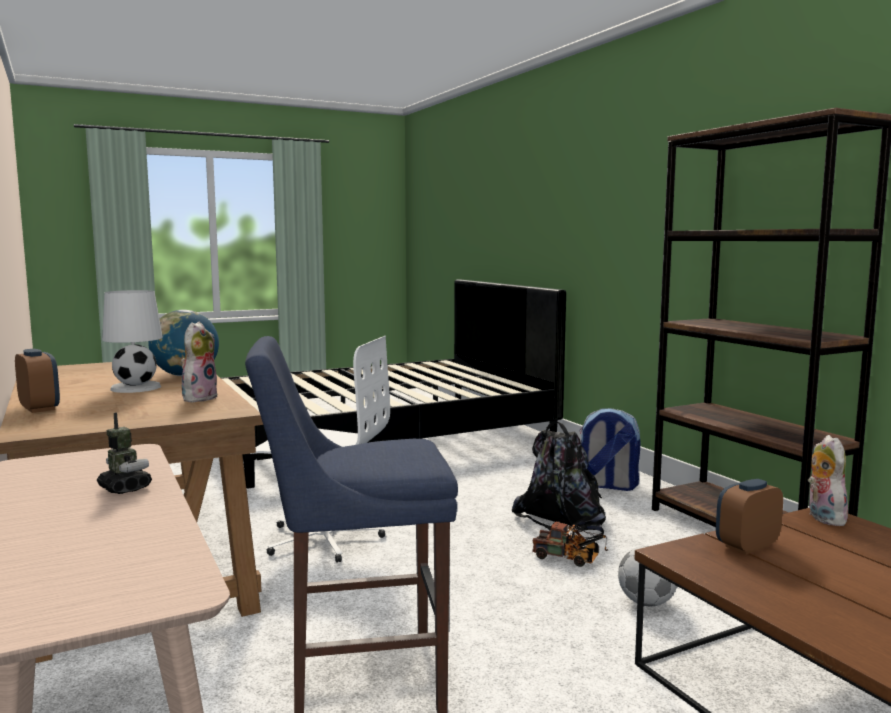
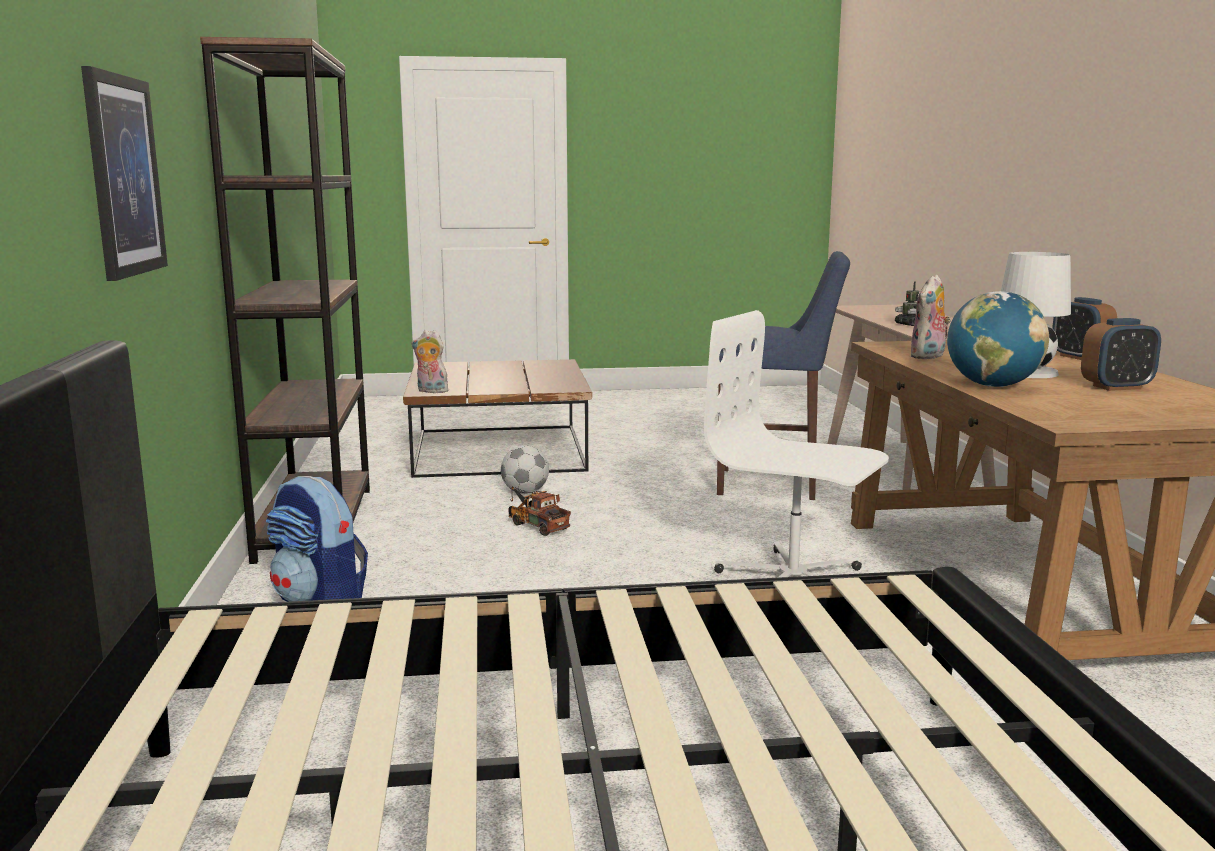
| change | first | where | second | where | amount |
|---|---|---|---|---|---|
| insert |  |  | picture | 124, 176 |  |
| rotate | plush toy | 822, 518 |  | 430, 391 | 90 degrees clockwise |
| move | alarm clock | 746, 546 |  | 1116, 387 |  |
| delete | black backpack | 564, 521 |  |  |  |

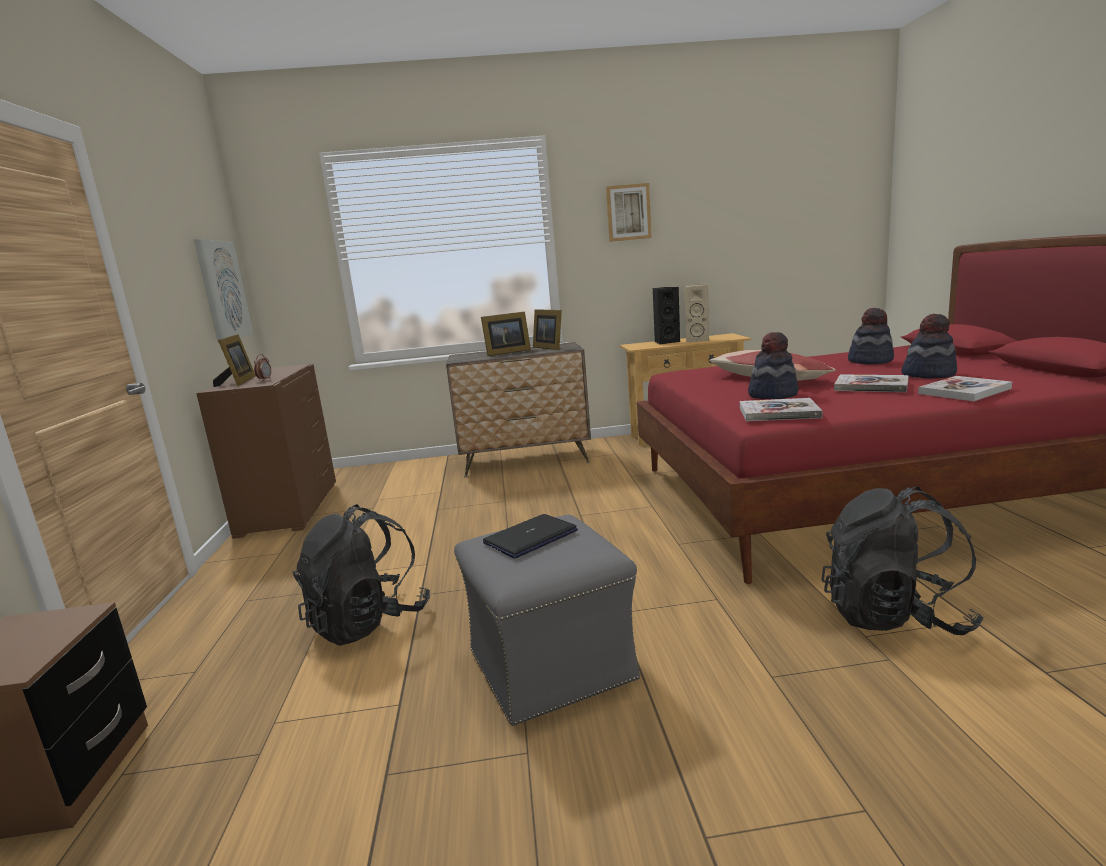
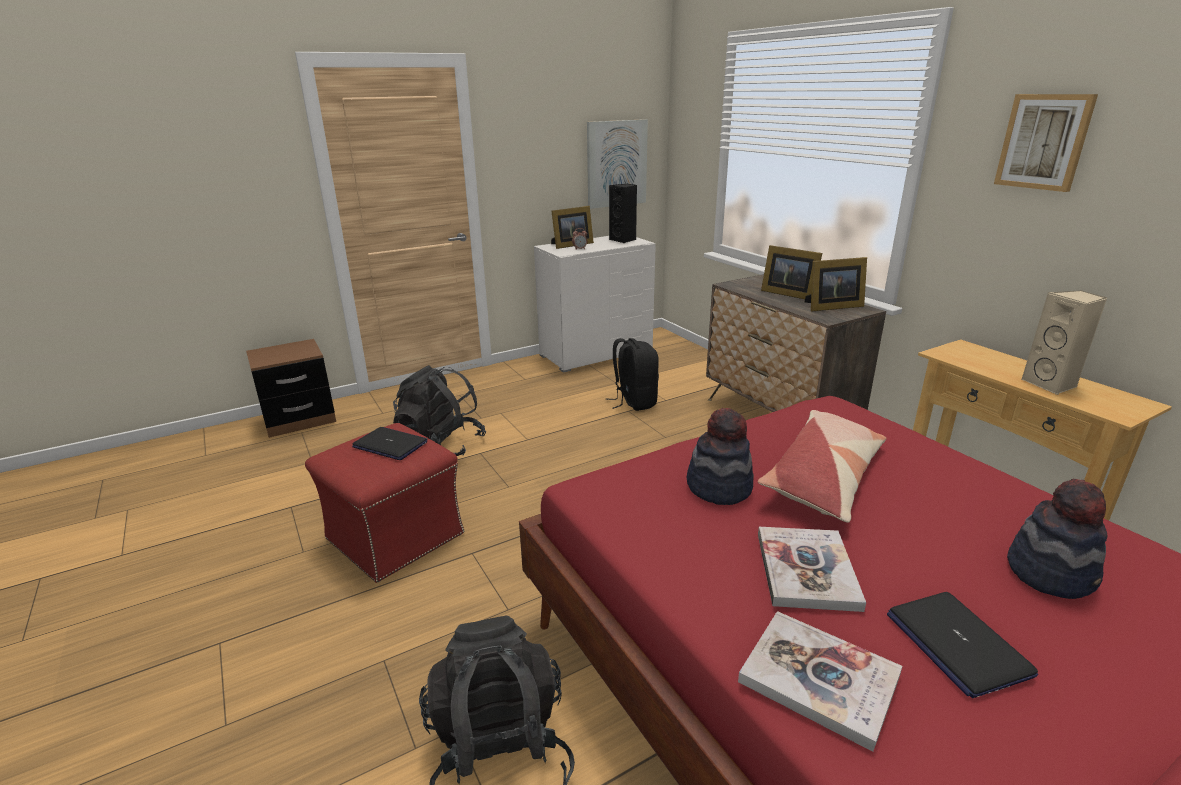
| change | first | where | second | where | amount |
|---|---|---|---|---|---|
| recolor | grey ottoman | 551, 665 | red ottoman | 394, 537 |  |
| recolor | brown dresser | 288, 509 | white dresser | 595, 353 |  |
| insert |  |  | black backpack | 634, 402 |  |
| move | black speaker | 666, 342 |  | 623, 240 |  |
| rotate | picture frame | 549, 347 |  | 831, 307 | 135 degrees counterclockwise |
| replace | hat | 928, 374 | laptop | 956, 643 |  |
| delete | book | 778, 412 |  |  |  |

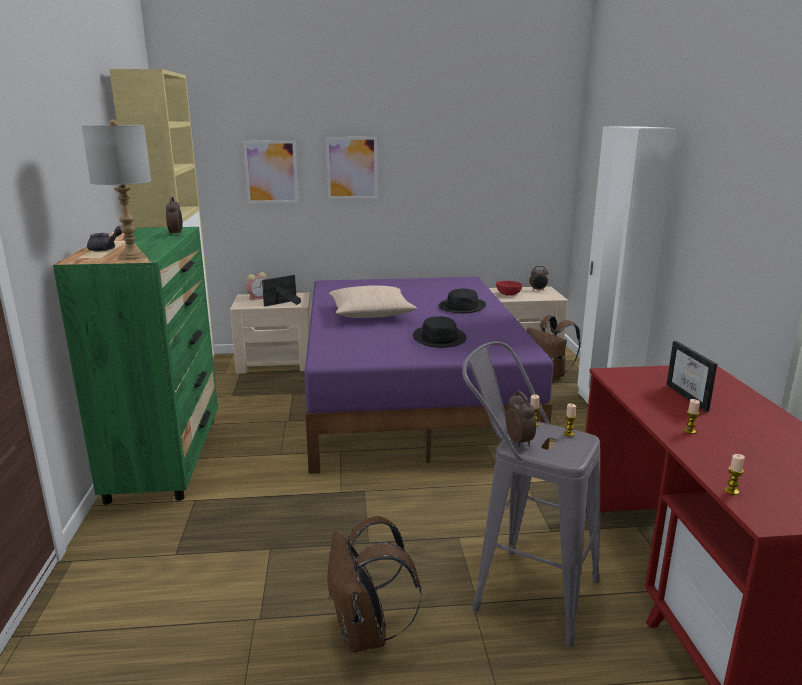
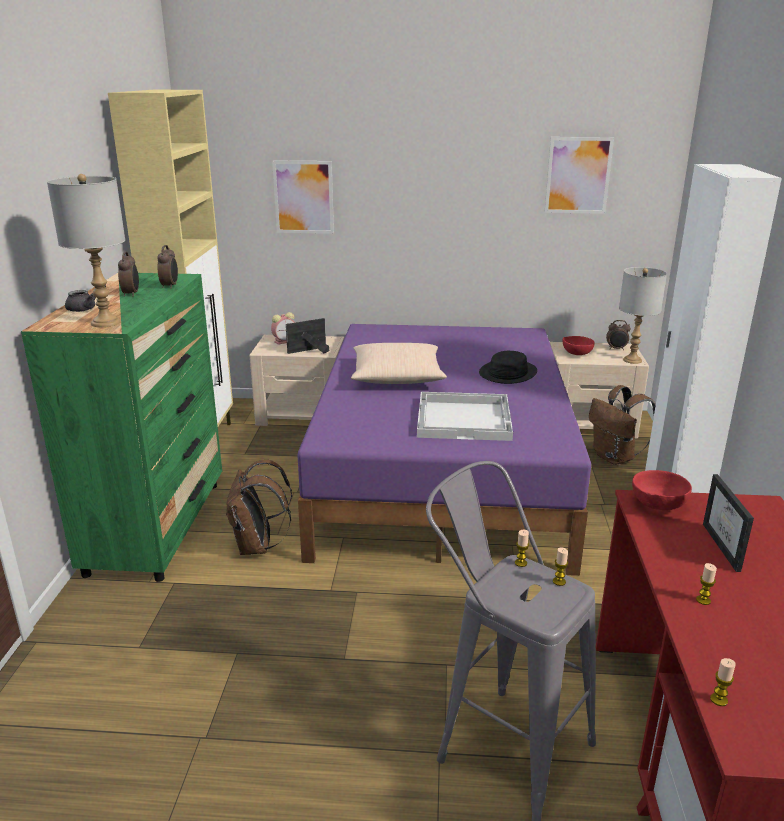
| change | first | where | second | where | amount |
|---|---|---|---|---|---|
| move | alarm clock | 519, 442 |  | 131, 294 |  |
| move | brown backpack | 366, 634 |  | 257, 546 |  |
| replace | black hat | 439, 338 | white tray | 464, 418 |  |
| move | picture | 352, 168 |  | 578, 175 |  |
| insert |  |  | grey table lamp | 632, 360 |  |
| insert |  |  | red bowl | 657, 506 |  |

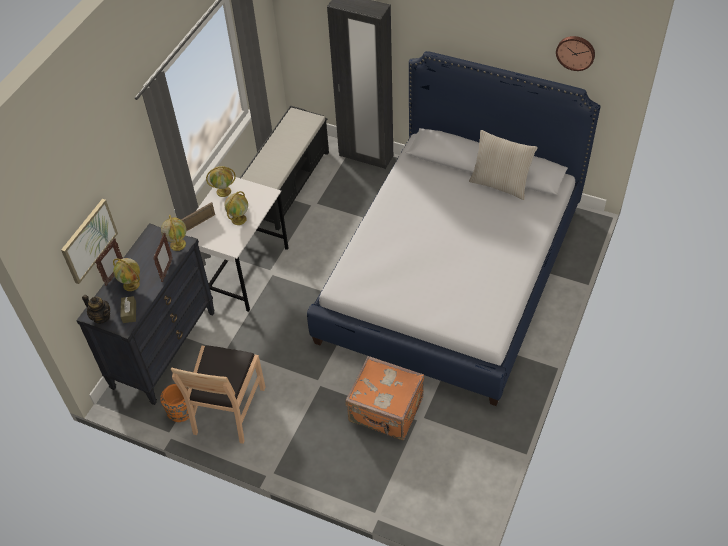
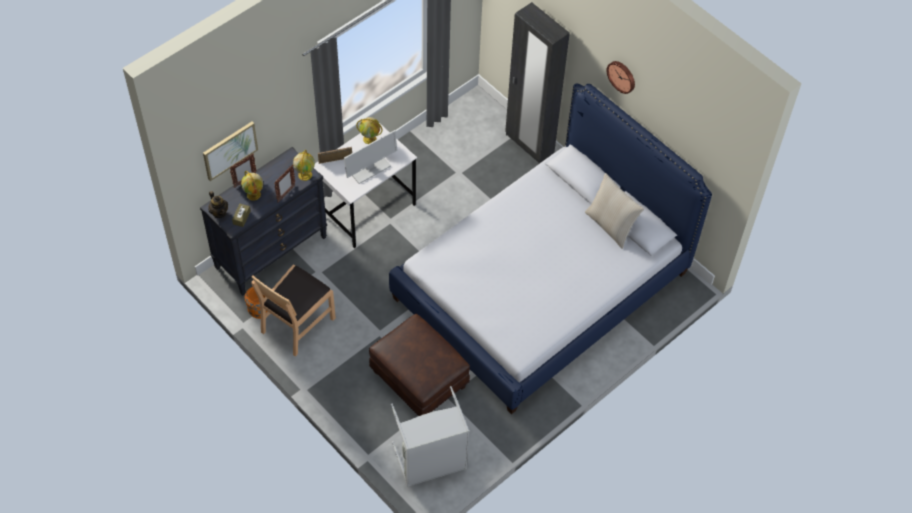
| change | first | where | second | where | amount |
|---|---|---|---|---|---|
| replace | globe | 239, 219 | monitor | 369, 169 |  |
| replace | orange suitcase | 386, 411 | brown ottoman | 420, 379 |  |
| insert |  |  | grey laundry basket | 431, 463 |  |
| move | wall clock | 576, 52 |  | 622, 76 |  |
| delete | black bench | 287, 184 |  |  |  |

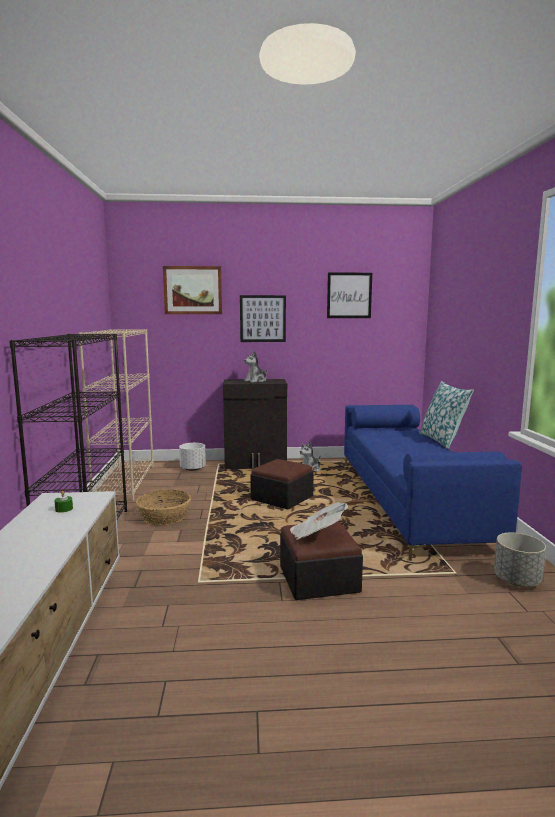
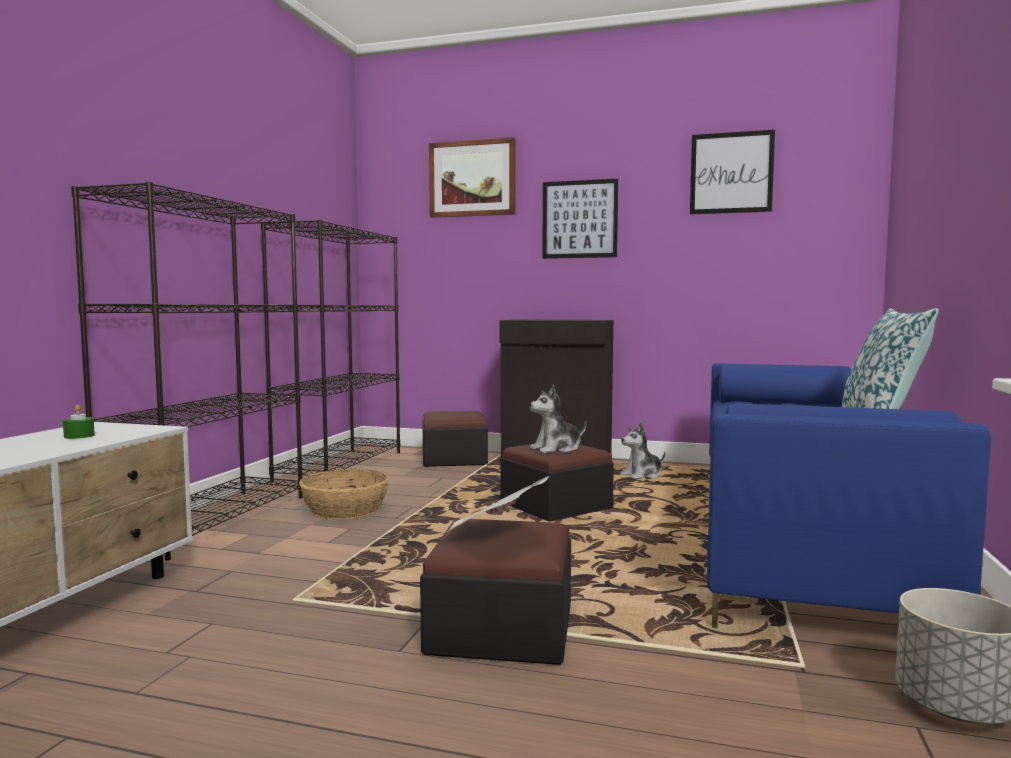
| change | first | where | second | where | amount |
|---|---|---|---|---|---|
| recolor | beige bookcase | 125, 482 | black bookcase | 340, 465 |  |
| replace | white planter | 193, 469 | ottoman | 454, 459 |  |
| move | plush toy | 256, 381 |  | 556, 449 |  |

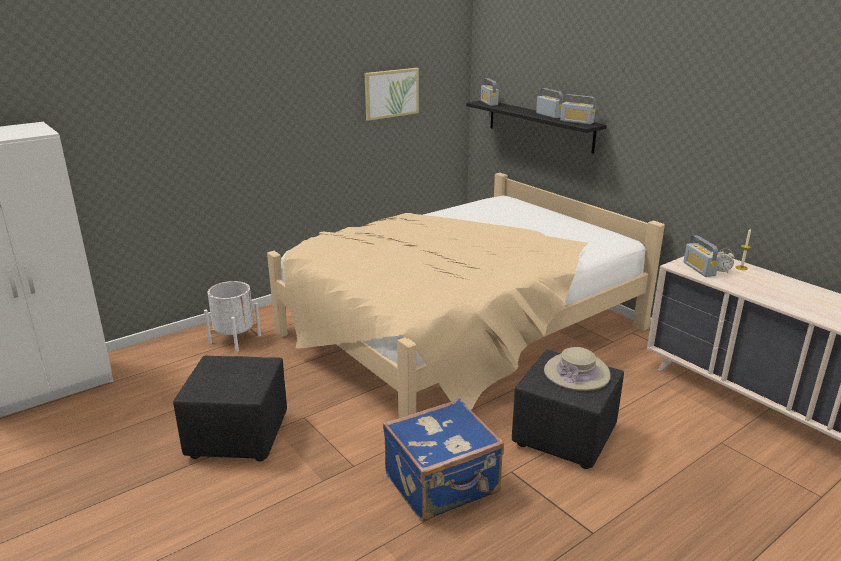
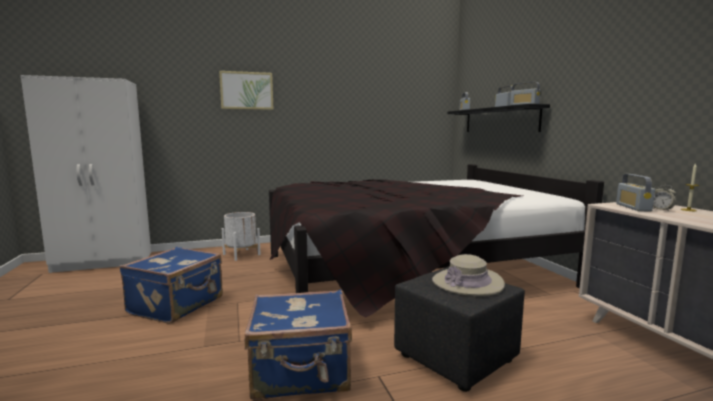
| change | first | where | second | where | amount |
|---|---|---|---|---|---|
| replace | black ottoman | 237, 436 | blue suitcase | 178, 305 |  |
| move | picture | 391, 93 |  | 246, 90 |  |
| recolor | beige bed | 461, 332 | black bed | 410, 271 |  |

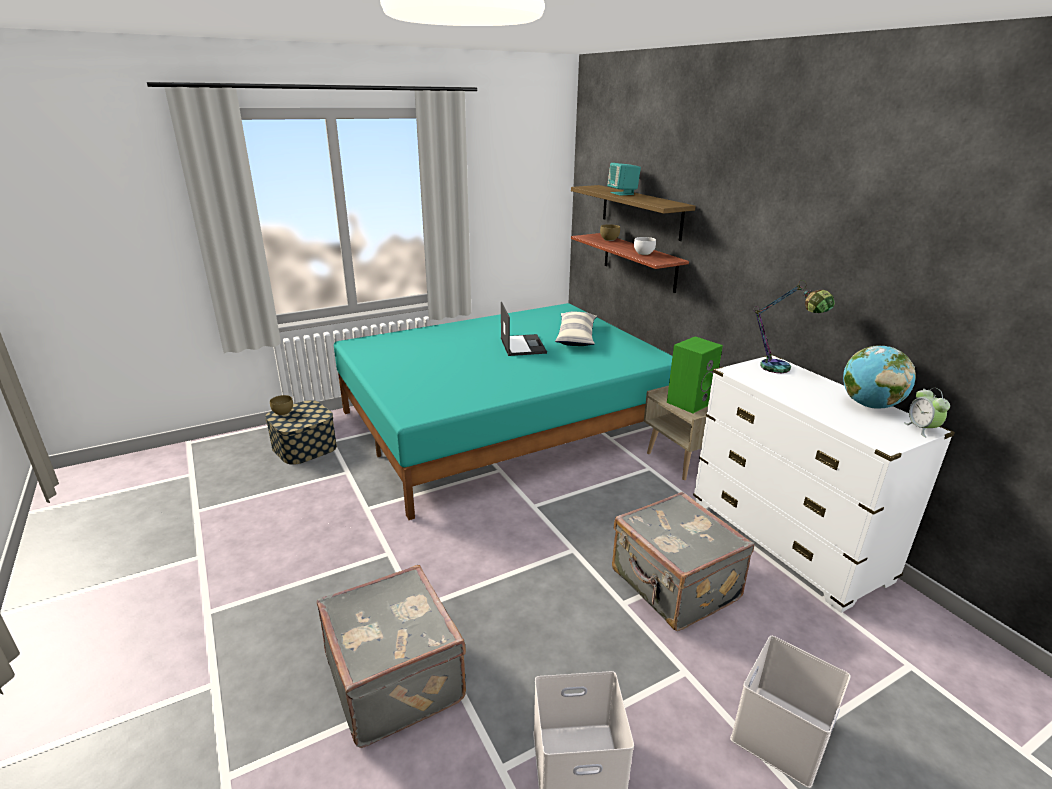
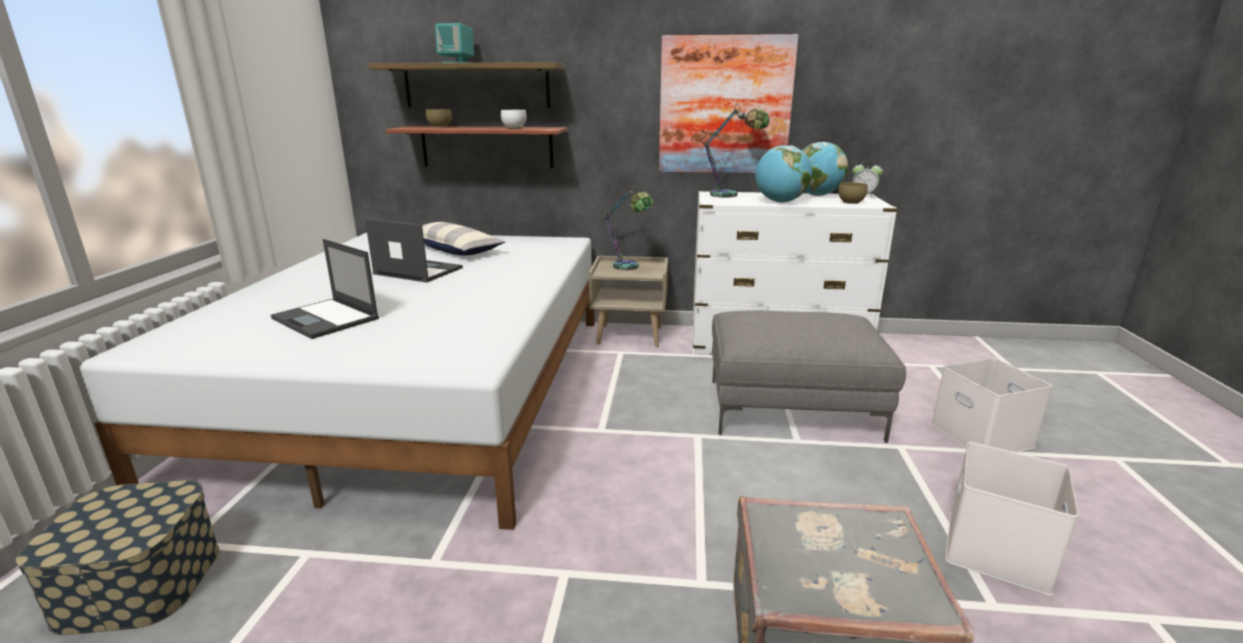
| change | first | where | second | where | amount |
|---|---|---|---|---|---|
| recolor | turquoise bed | 505, 424 | white bed | 423, 388 |  |
| insert |  |  | laptop | 326, 319 |  |
| replace | green speaker | 689, 402 | table lamp | 629, 268 |  |
| insert |  |  | picture | 725, 106 |  |
| replace | grey suitcase | 673, 586 | grey ottoman | 793, 408 |  |
| insert |  |  | globe | 780, 202 |  |
| move | brown bowl | 282, 413 |  | 851, 202 |  |

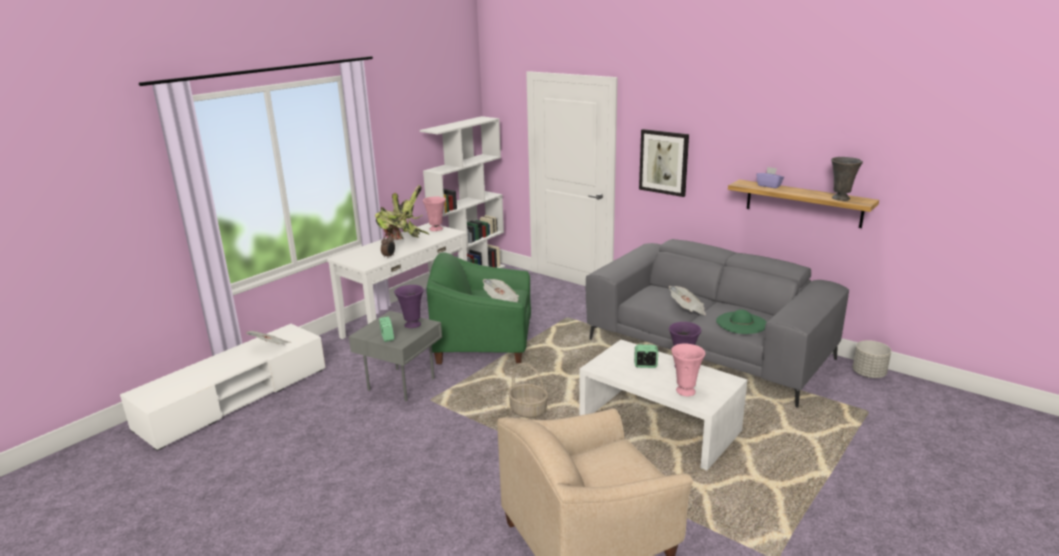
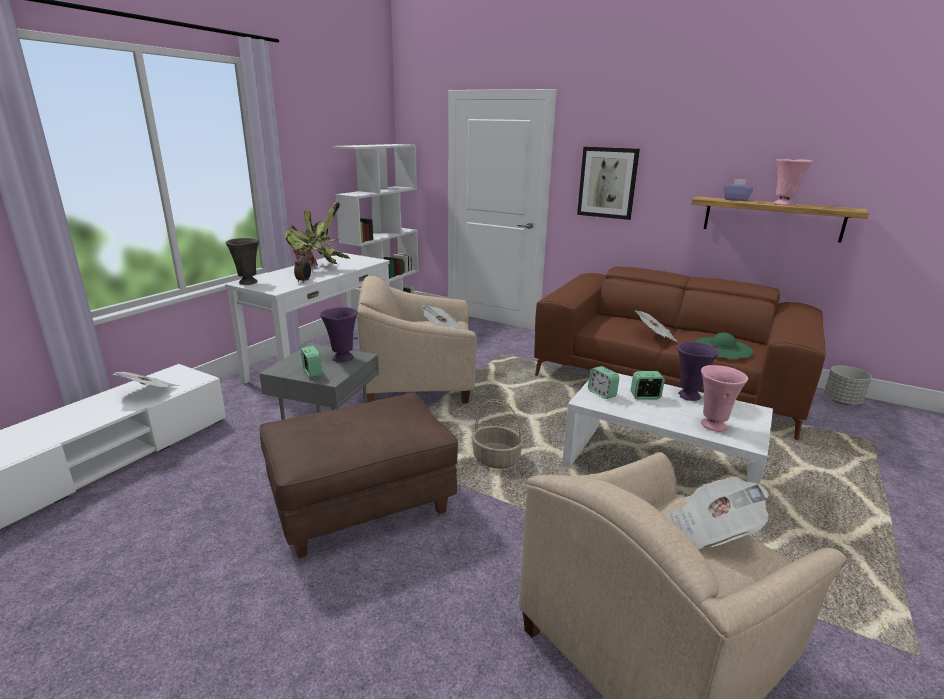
| change | first | where | second | where | amount |
|---|---|---|---|---|---|
| move | grey vase | 841, 199 |  | 248, 283 |  |
| insert |  |  | brown ottoman | 362, 506 |  |
| recolor | green armchair | 483, 345 | beige armchair | 418, 385 |  |
| recolor | grey sofa | 708, 350 | brown sofa | 665, 382 |  |
| insert |  |  | alarm clock | 602, 393 |  |
| insert |  |  | newspaper | 711, 530 |  |
| move | pink vase | 436, 229 |  | 784, 204 |  |

